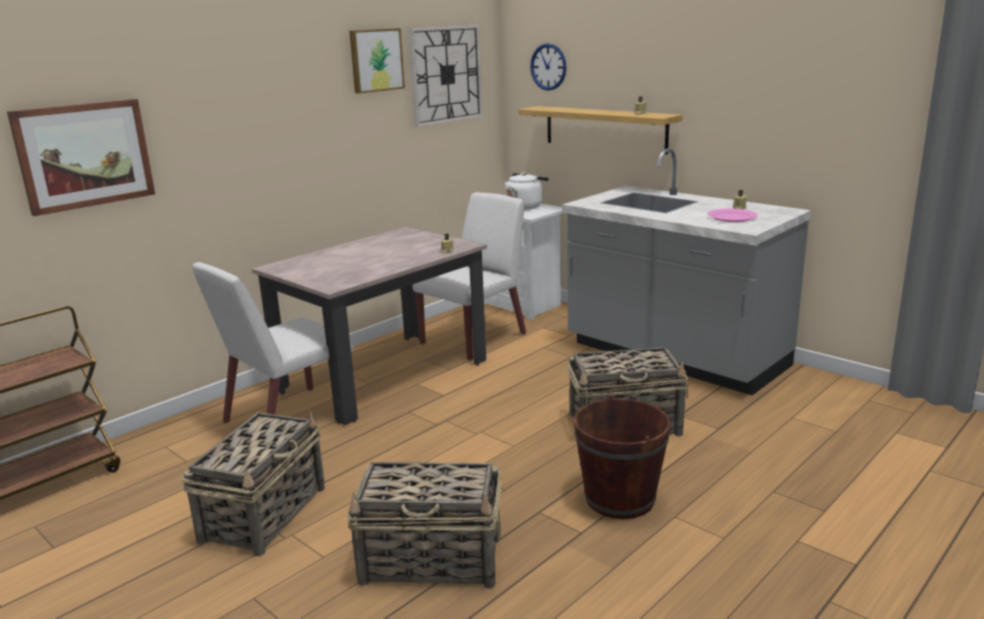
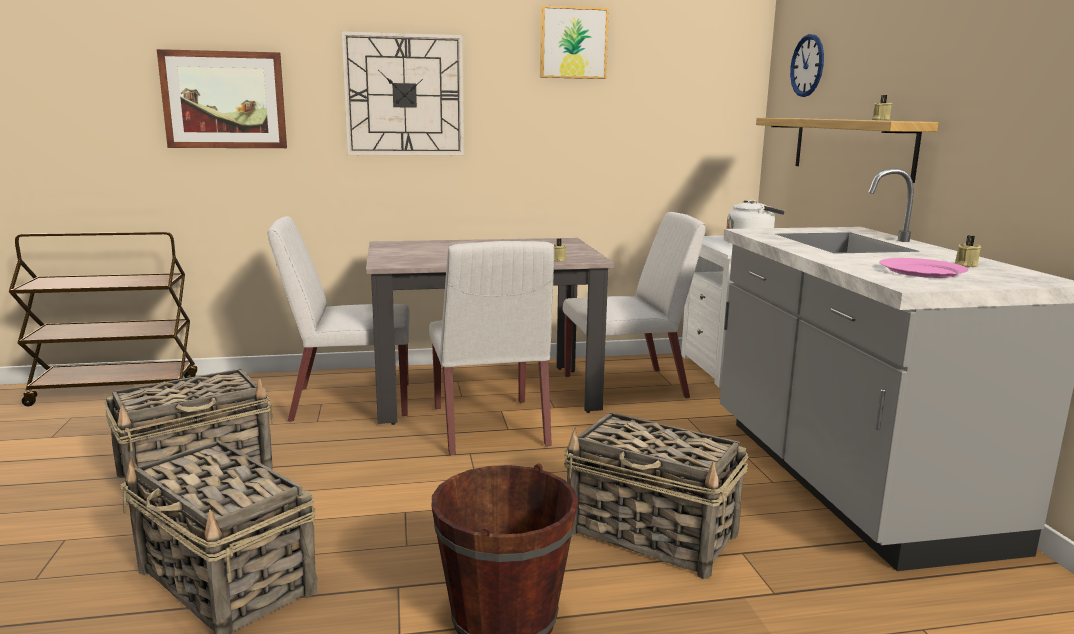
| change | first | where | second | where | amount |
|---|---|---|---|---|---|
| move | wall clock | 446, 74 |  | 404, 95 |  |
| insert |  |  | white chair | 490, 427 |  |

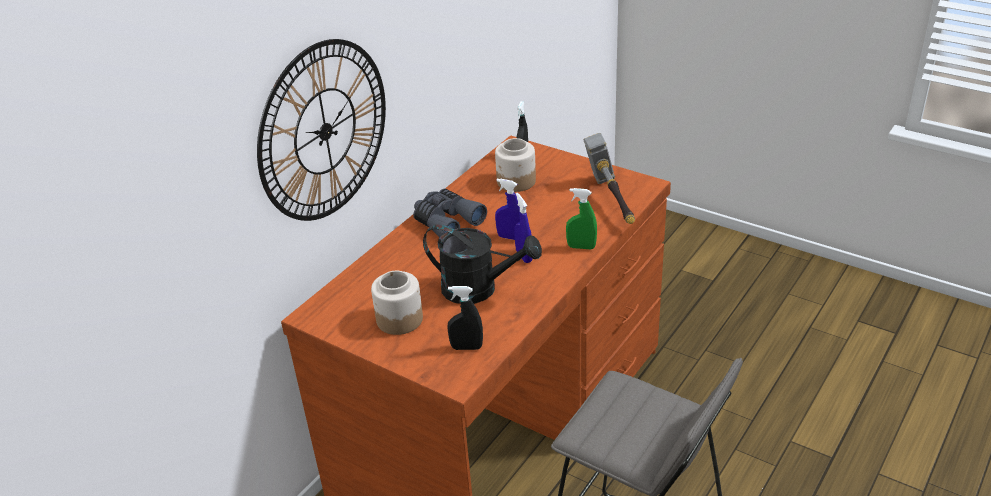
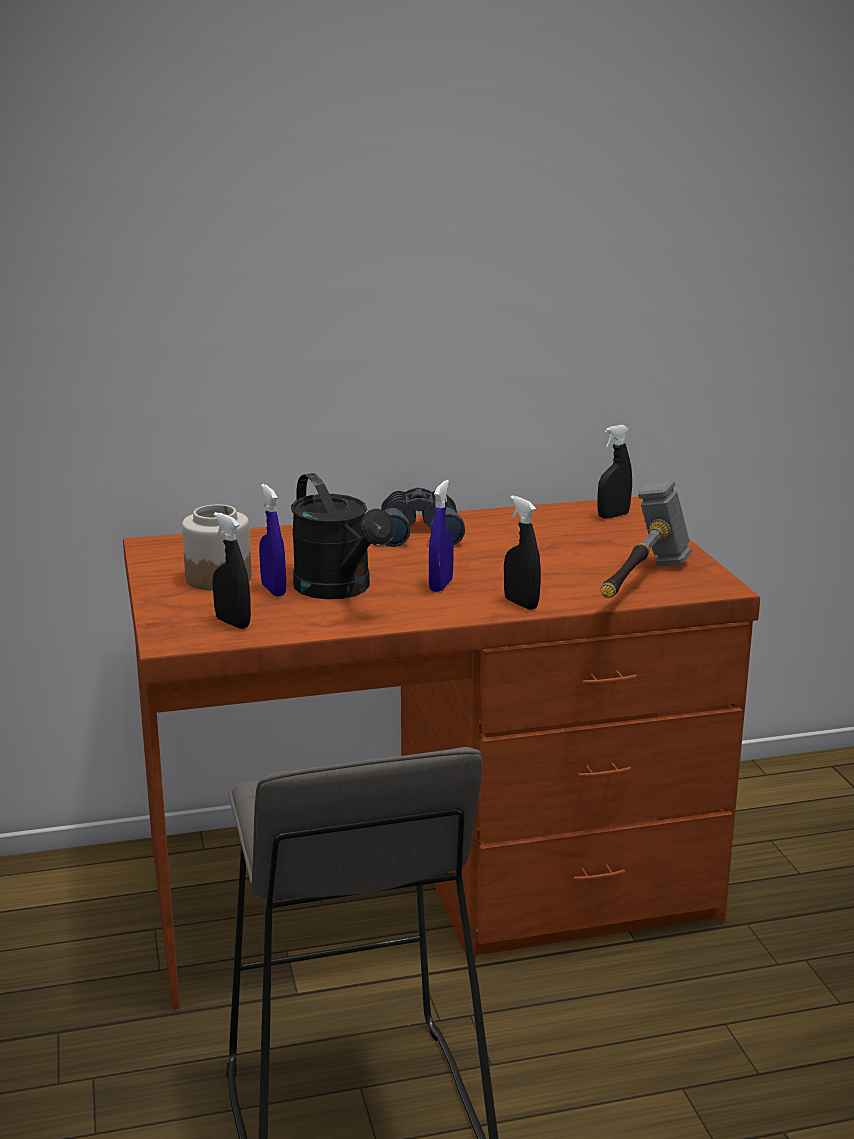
| change | first | where | second | where | amount |
|---|---|---|---|---|---|
| move | blue spray bottle | 510, 237 |  | 273, 590 |  |
| recolor | green spray bottle | 581, 247 | black spray bottle | 521, 603 |  |
| delete | wall clock | 325, 131 |  |  |  |
| delete | jar | 516, 181 |  |  |  |

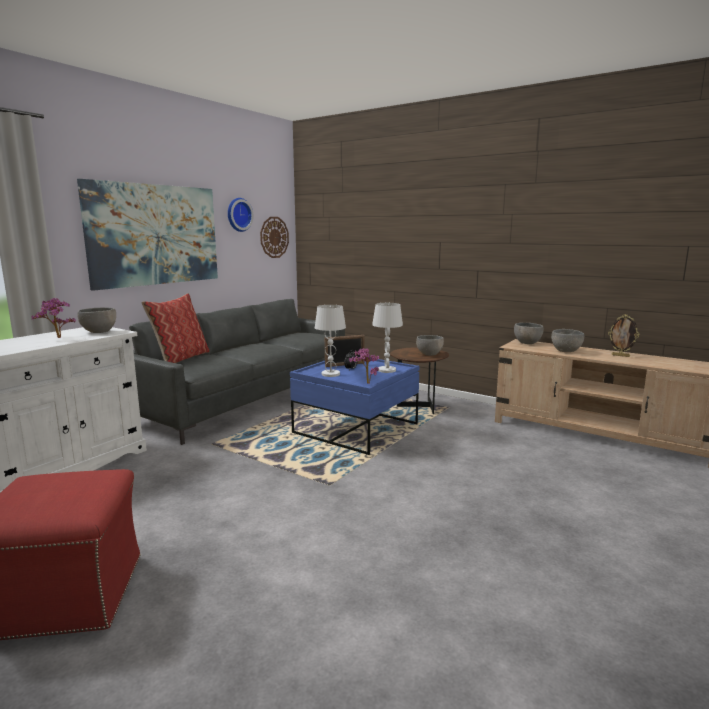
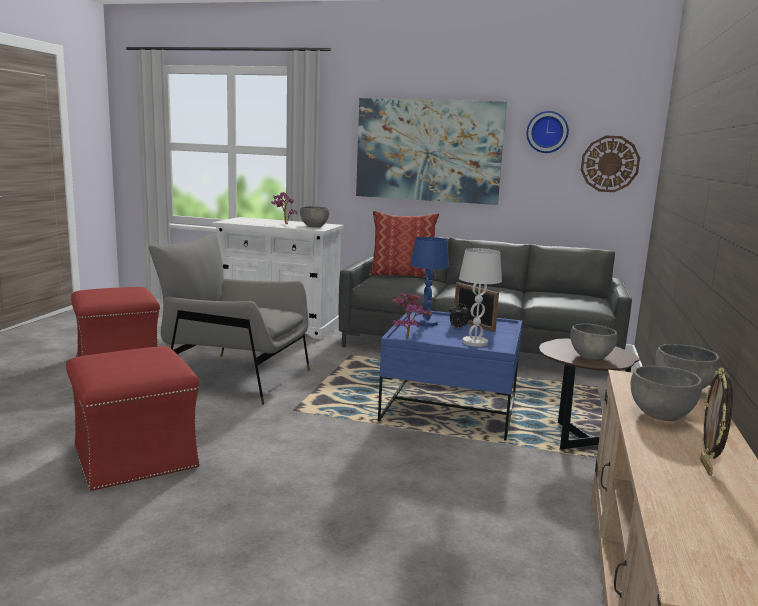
| change | first | where | second | where | amount |
|---|---|---|---|---|---|
| insert |  |  | red ottoman | 135, 457 |  |
| insert |  |  | grey armchair | 235, 377 |  |
| recolor | white table lamp | 331, 374 | blue table lamp | 426, 323 |  |

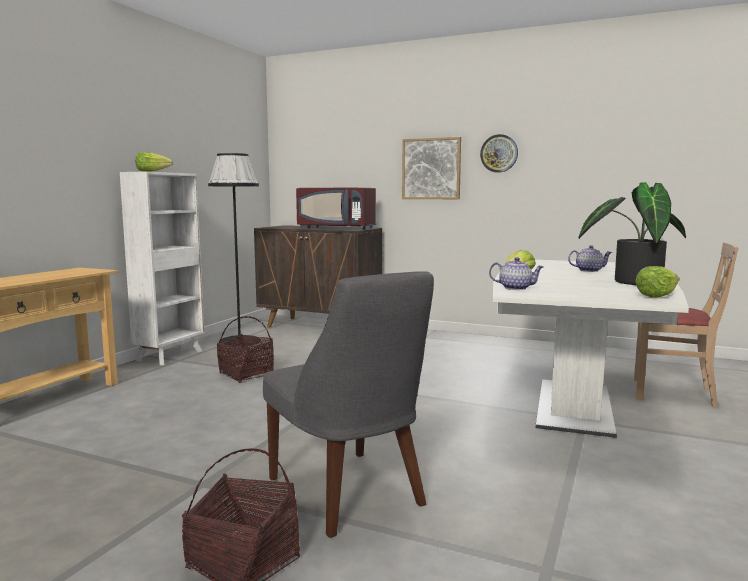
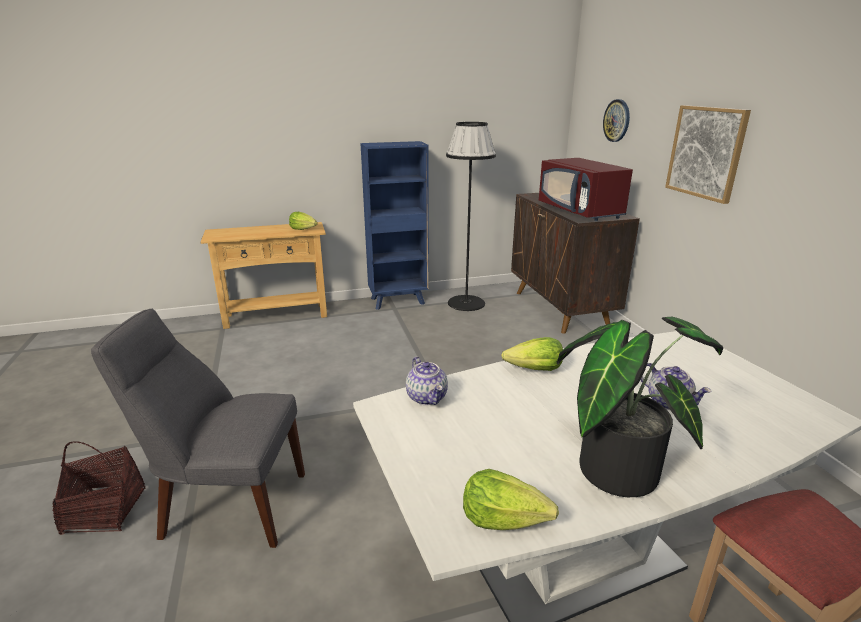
| change | first | where | second | where | amount |
|---|---|---|---|---|---|
| rotate | grey chair | 349, 494 |  | 229, 505 | 75 degrees clockwise |
| move | lettuce | 152, 172 |  | 303, 229 |  |
| recolor | white bookcase | 171, 355 | blue bookcase | 399, 301 |  |
| move | wall clock | 499, 153 |  | 617, 120 |  |
| delete | basket | 246, 374 |  |  |  |

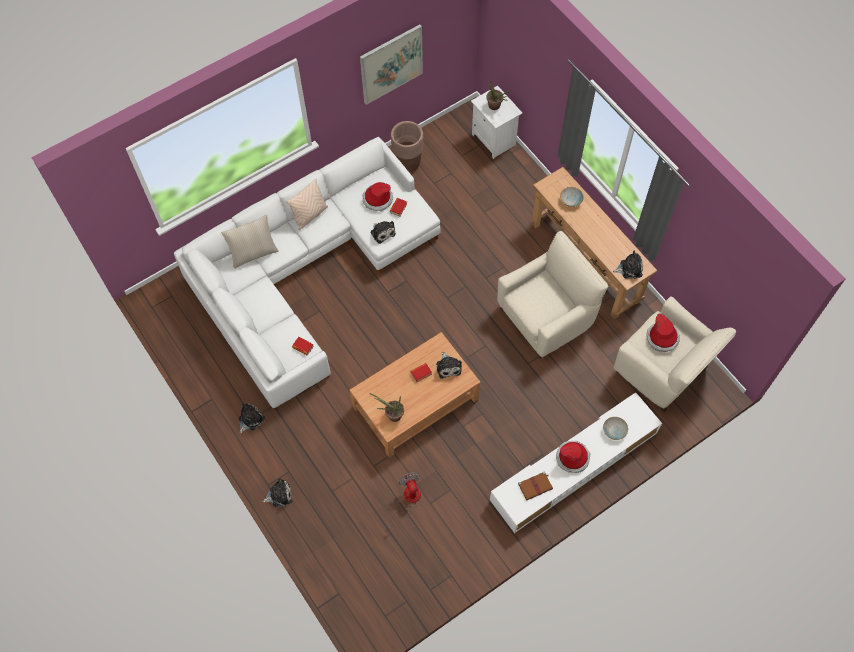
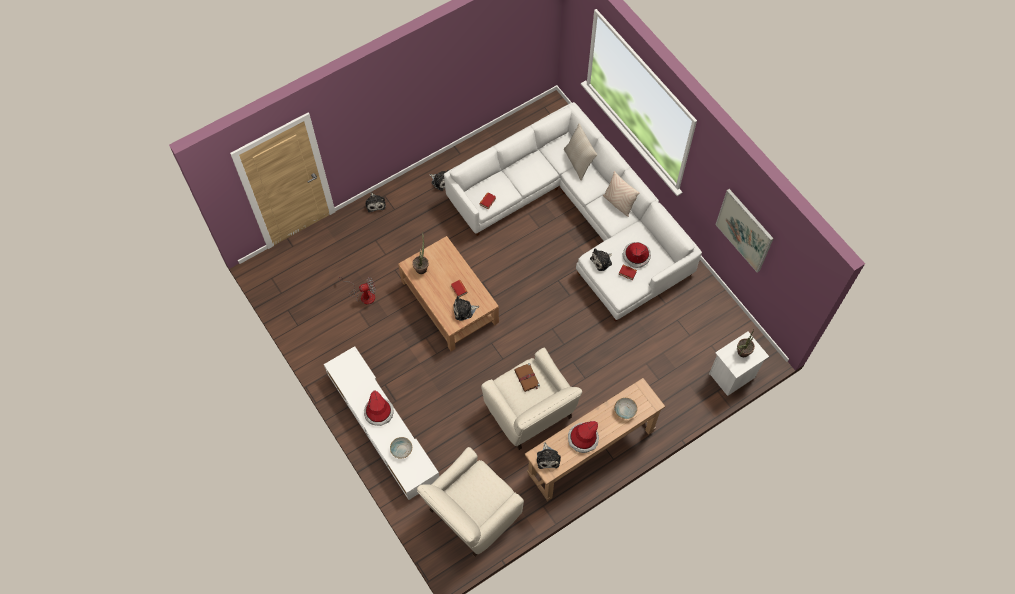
| change | first | where | second | where | amount |
|---|---|---|---|---|---|
| move | brown book | 535, 486 |  | 527, 378 |  |
| move | hat | 662, 338 |  | 583, 438 |  |
| delete | brown planter | 408, 164 |  |  |  |

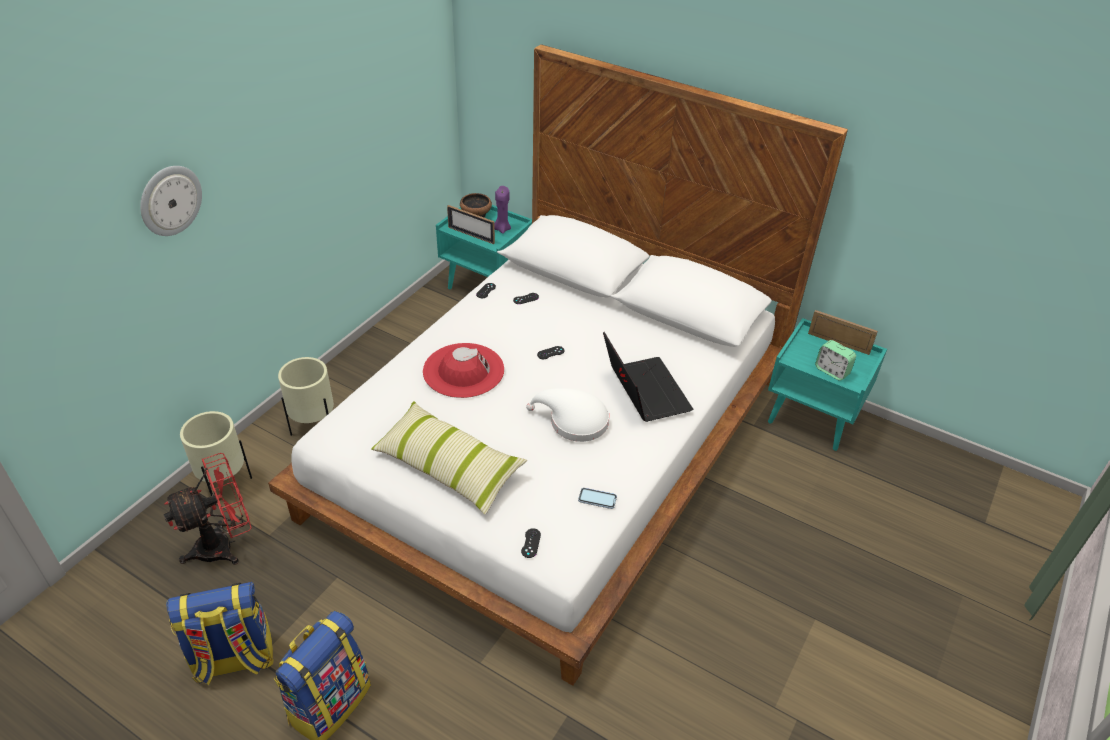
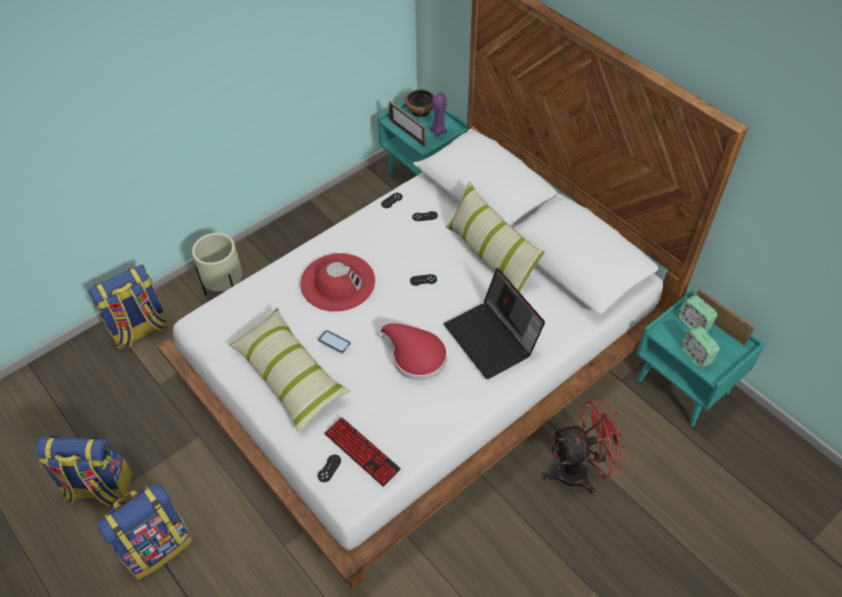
| change | first | where | second | where | amount |
|---|---|---|---|---|---|
| replace | beige planter | 225, 485 | backpack | 139, 329 |  |
| move | phone | 597, 499 |  | 334, 342 |  |
| insert |  |  | keyboard | 362, 452 |  |
| recolor | white hat | 574, 421 | red hat | 415, 356 |  |
| rotate | laptop | 643, 390 |  | 492, 339 | 150 degrees clockwise |
| insert |  |  | pillow | 490, 255 |  |
| move | red fan | 224, 545 |  | 580, 471 |  |
| insert |  |  | alarm clock | 693, 324 |  |
| delete | wall clock | 170, 200 |  |  |  |

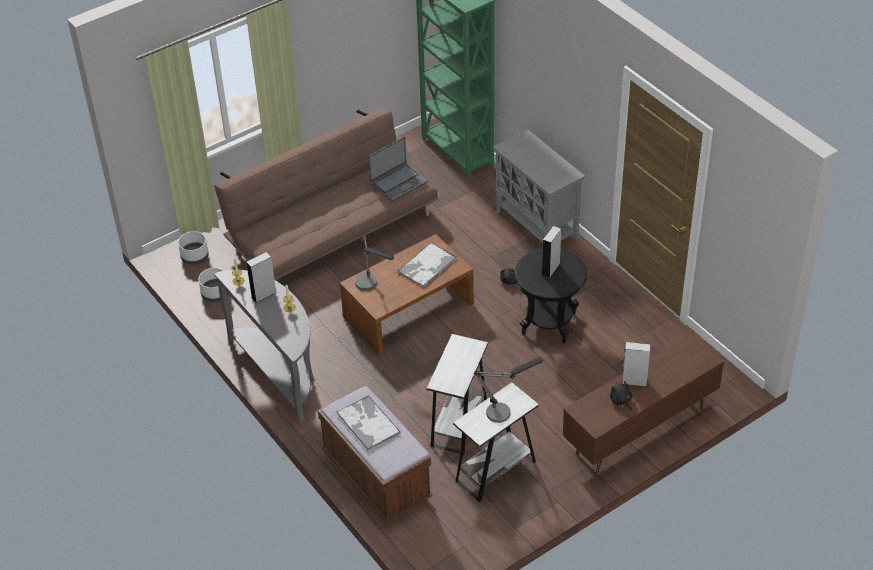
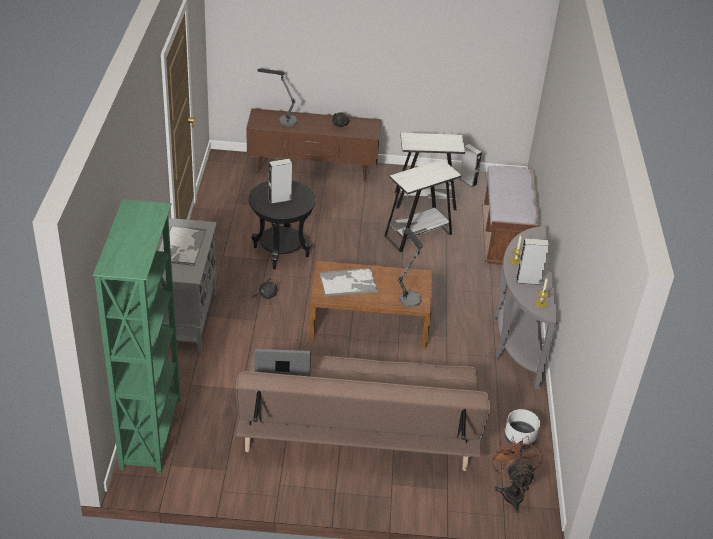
| change | first | where | second | where | amount |
|---|---|---|---|---|---|
| move | tray | 367, 423 |  | 182, 247 |  |
| move | table lamp | 505, 411 |  | 282, 119 |  |
| move | grey speaker | 634, 381 |  | 467, 181 |  |
| replace | white planter | 195, 257 | brown fan | 511, 491 |  |

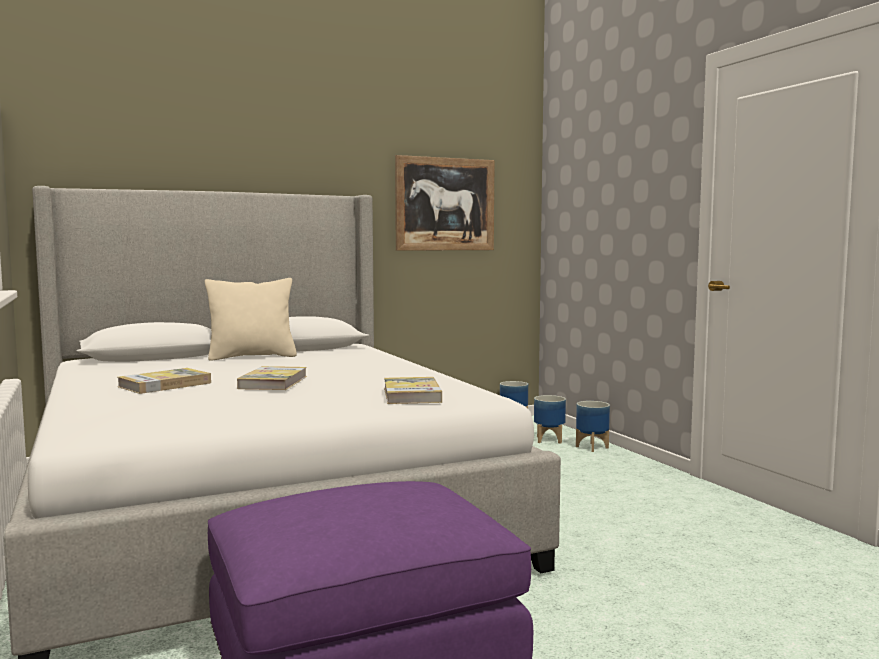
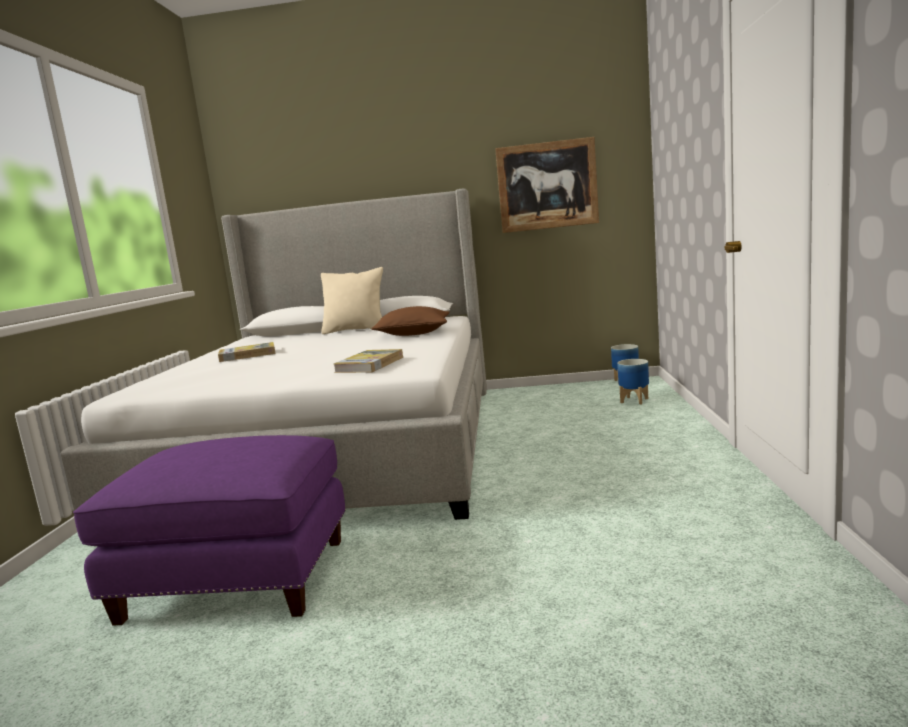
| change | first | where | second | where | amount |
|---|---|---|---|---|---|
| insert |  |  | brown pillow | 413, 333 |  |
| delete | book | 273, 382 |  |  |  |
| delete | planter | 592, 447 |  |  |  |

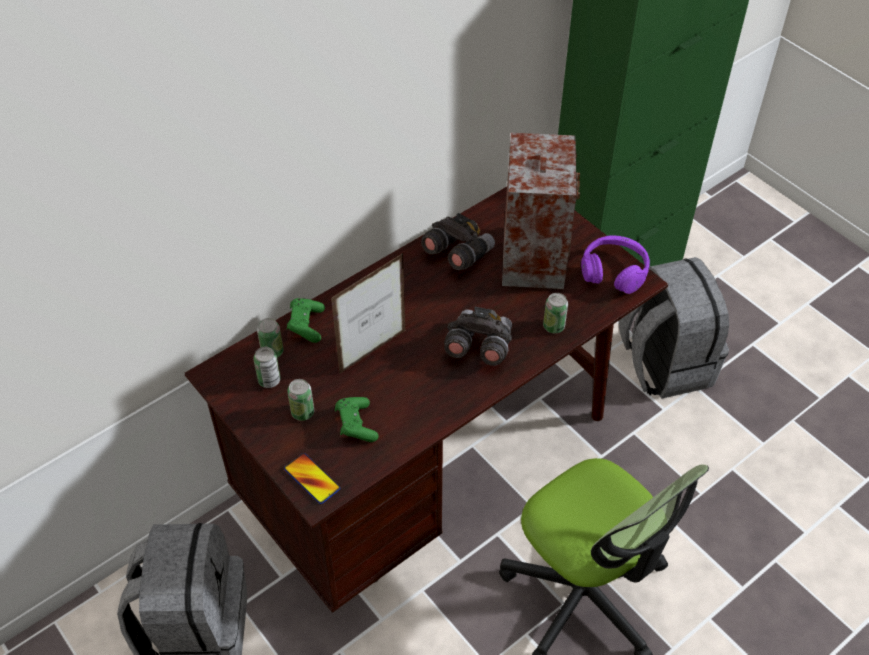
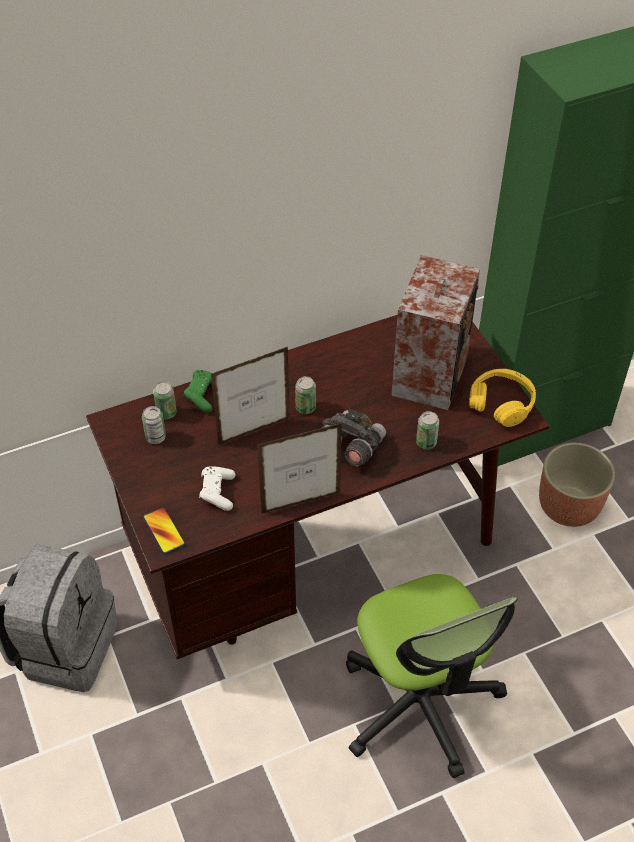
| change | first | where | second | where | amount |
|---|---|---|---|---|---|
| recolor | green game controller | 356, 425 | white game controller | 217, 492 |  |
| insert |  |  | picture frame | 301, 503 |  |
| move | can | 302, 412 |  | 305, 407 |  |
| recolor | purple headphones | 614, 271 | yellow headphones | 501, 403 |  |
| replace | grey backpack | 664, 363 | planter | 568, 505 |  |
| delete | grey binoculars | 457, 254 |  |  |  |

